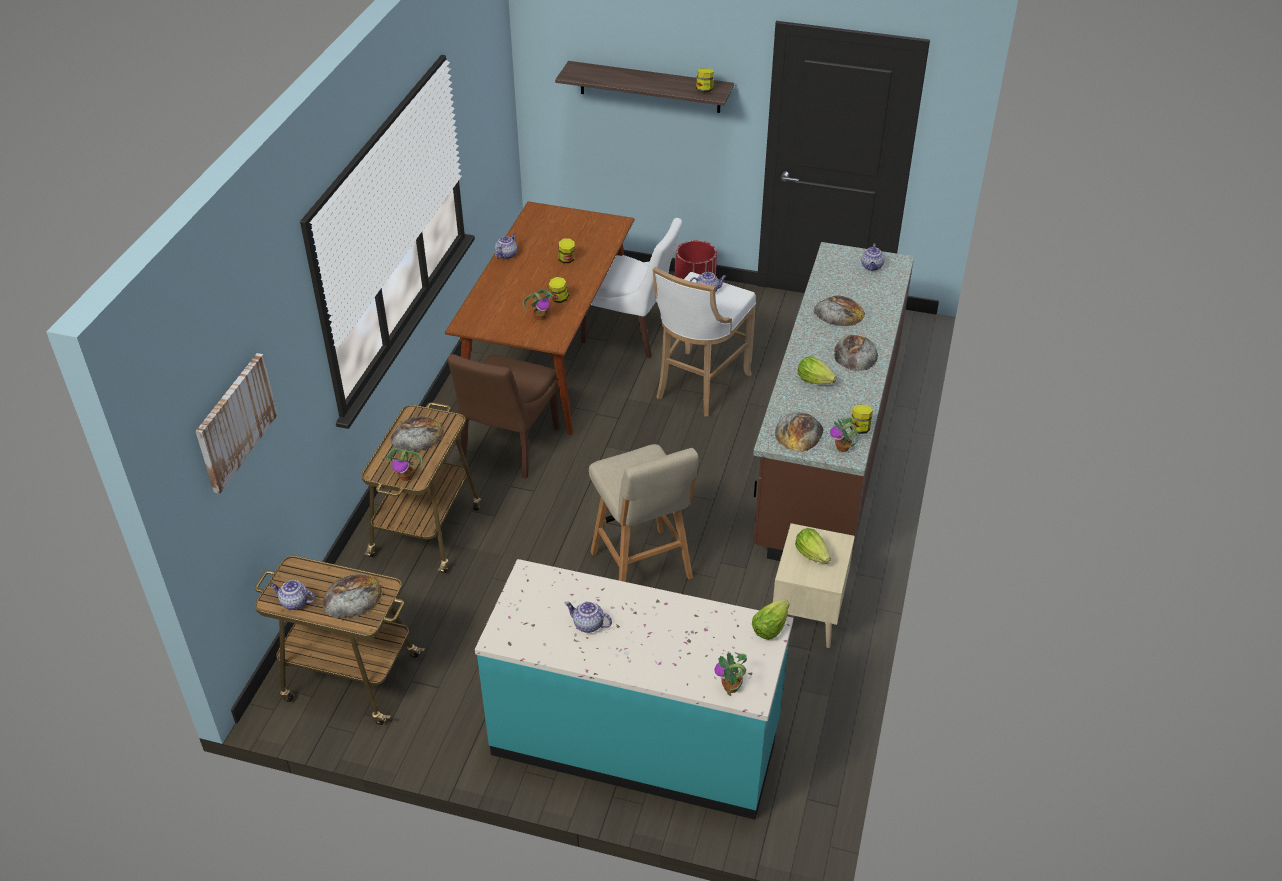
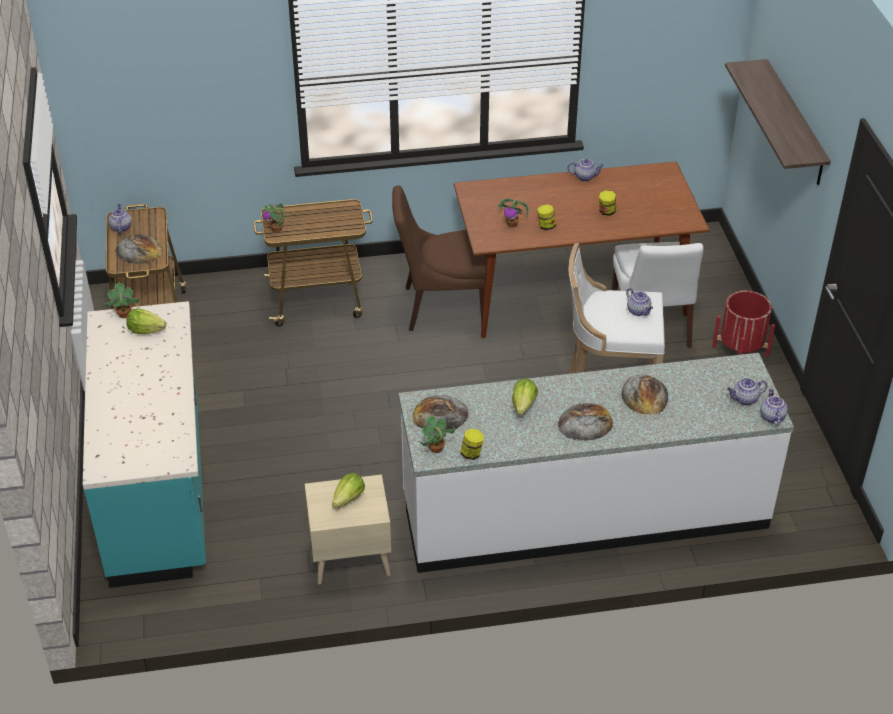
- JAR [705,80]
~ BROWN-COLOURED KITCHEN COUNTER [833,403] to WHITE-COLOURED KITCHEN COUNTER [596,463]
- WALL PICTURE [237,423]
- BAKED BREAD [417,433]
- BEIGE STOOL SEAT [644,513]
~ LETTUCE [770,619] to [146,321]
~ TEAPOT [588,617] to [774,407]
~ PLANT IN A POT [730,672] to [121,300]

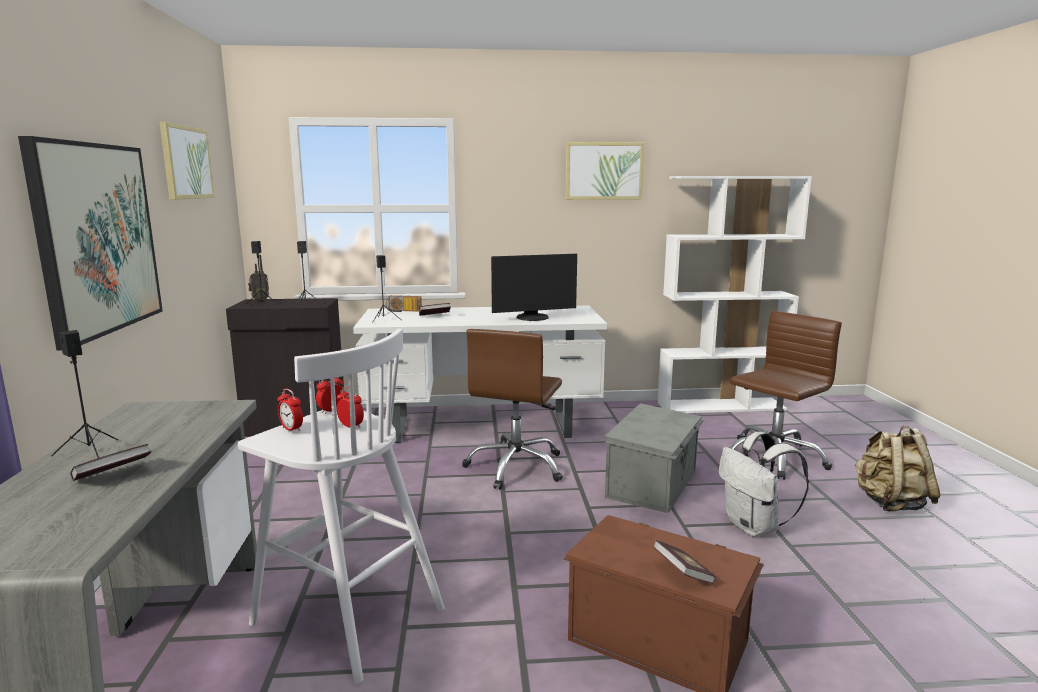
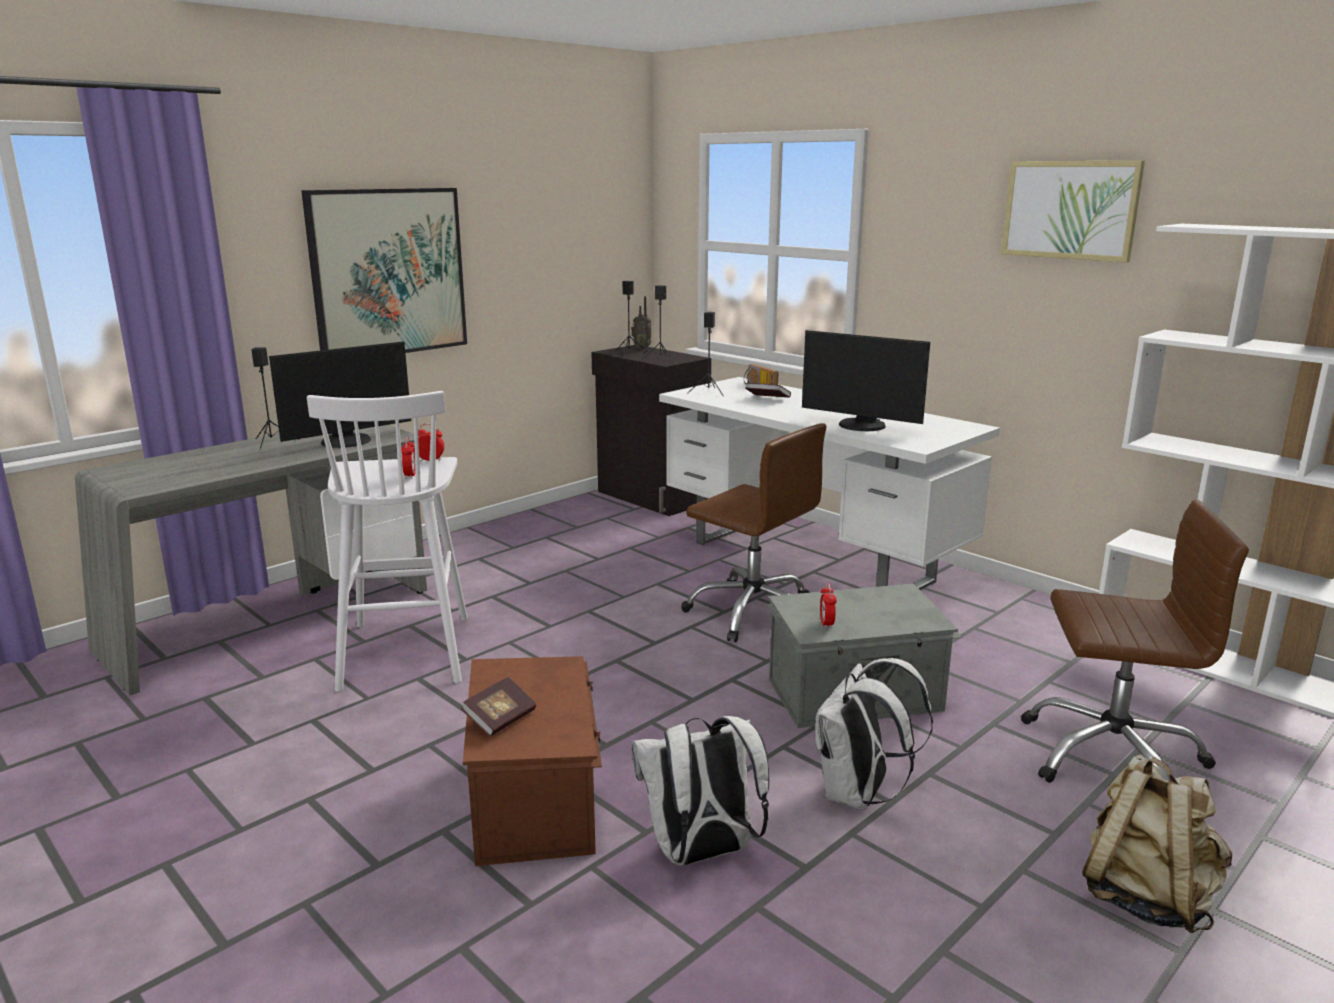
- WALL PICTURE [187,161]
~ BROWN-COLOURED DESK CHAIR [512,409] = [753,532] 120 degrees counterclockwise
~ ALARM CLOCK [290,411] to [828,606]
- VOLUME [111,462]
+ COMPUTER DISPLAY [340,394]
+ WHITE-COLOURED KNAPSACK [700,791]

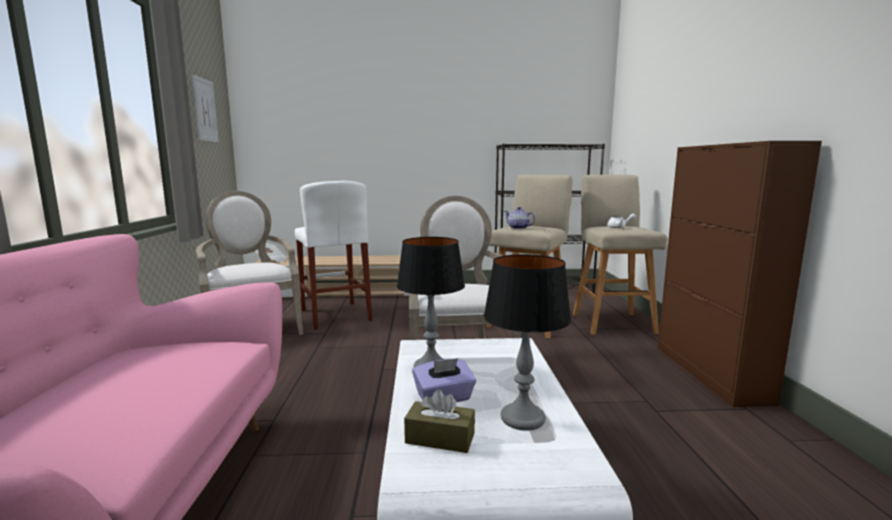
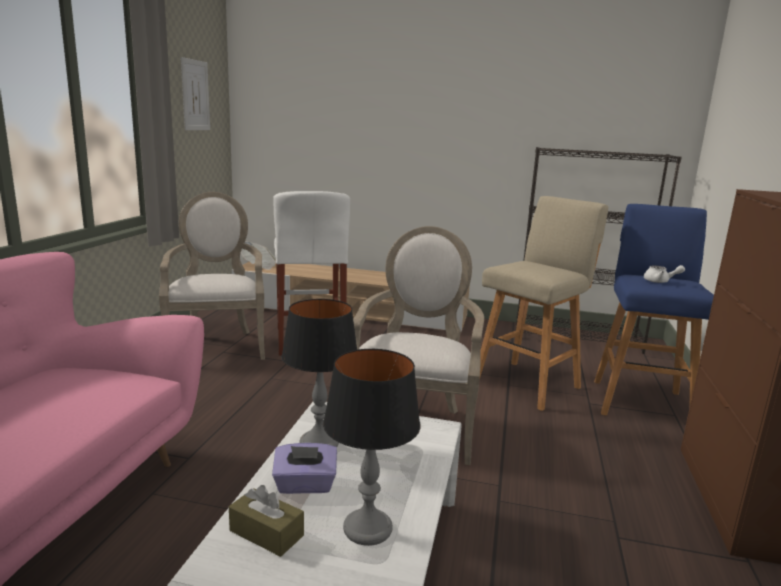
~ BEIGE STOOL SEAT [620,255] to BLUE-COLOURED STOOL SEAT [654,310]
- TEAPOT [519,218]

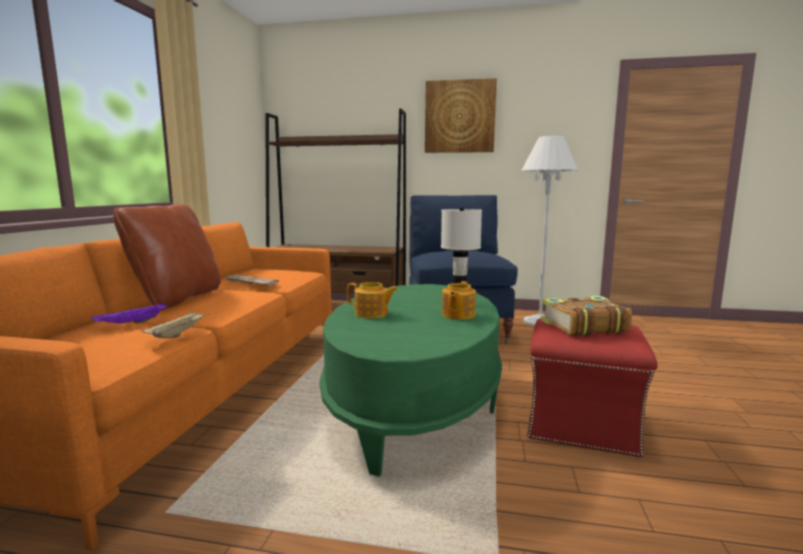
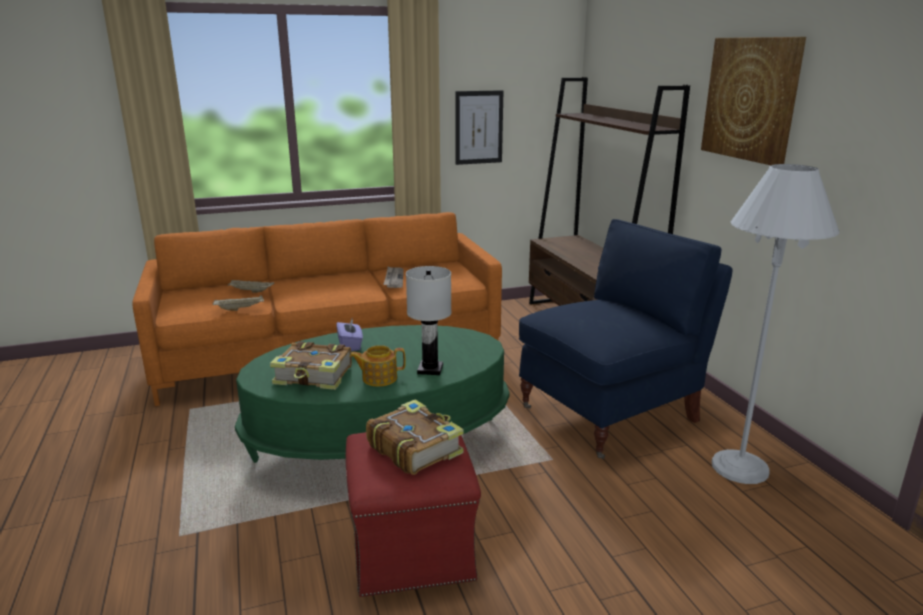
- BROWN-COLOURED THROW PILLOW [167,257]
~ TEAPOT [372,300] to PURPLE-COLOURED TISSUE BOX [349,335]
~ PURPLE-COLOURED SERVING TRAY [129,313] to BEIGE SERVING TRAY [251,286]
+ WALL PICTURE [479,127]
+ VOLUME [311,365]

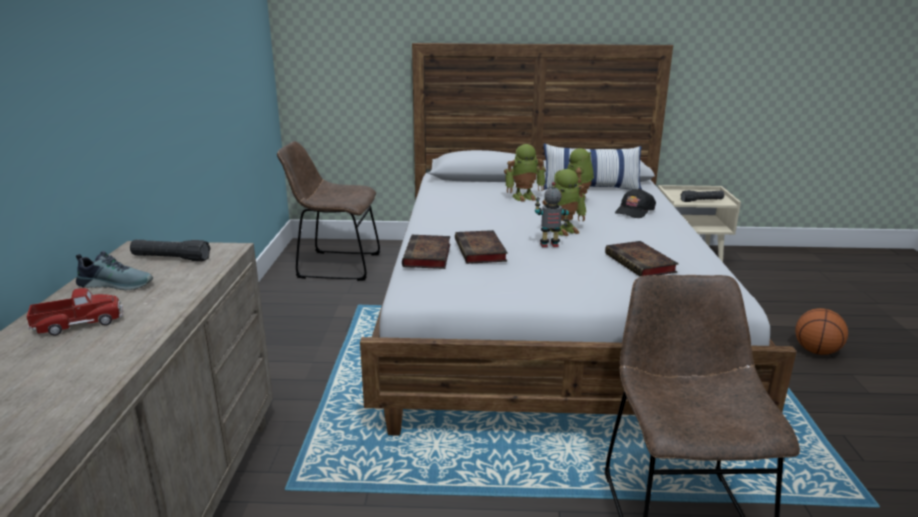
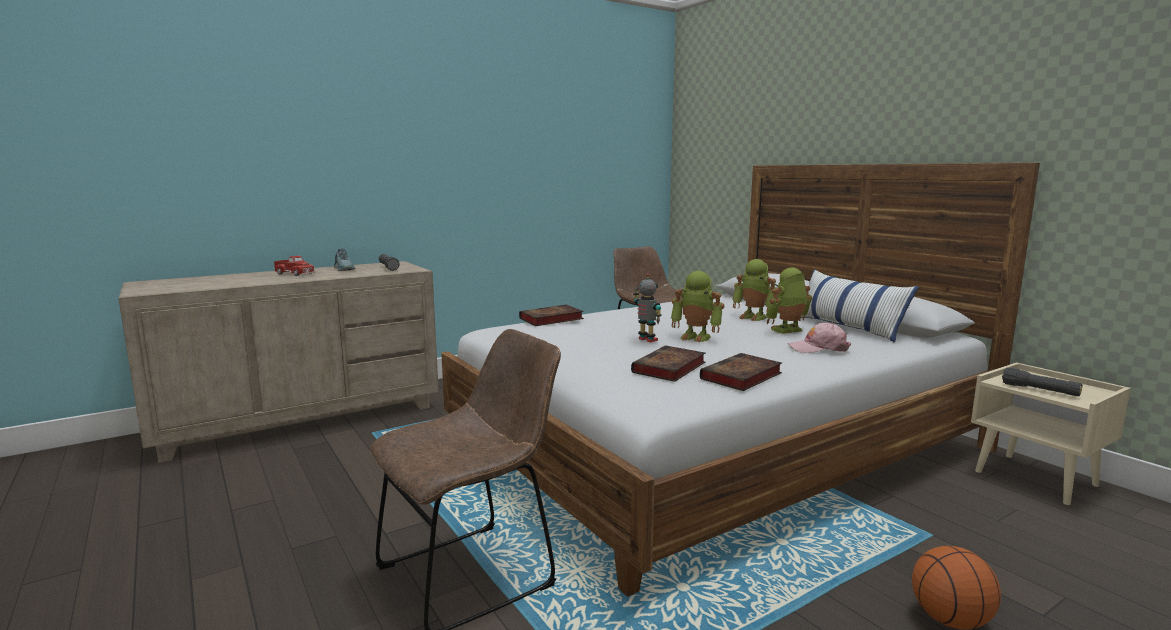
~ BLACK-COLOURED PEAKED CAP [635,203] to PINKISH PEAKED CAP [819,337]
~ VOLUME [481,247] to [741,372]

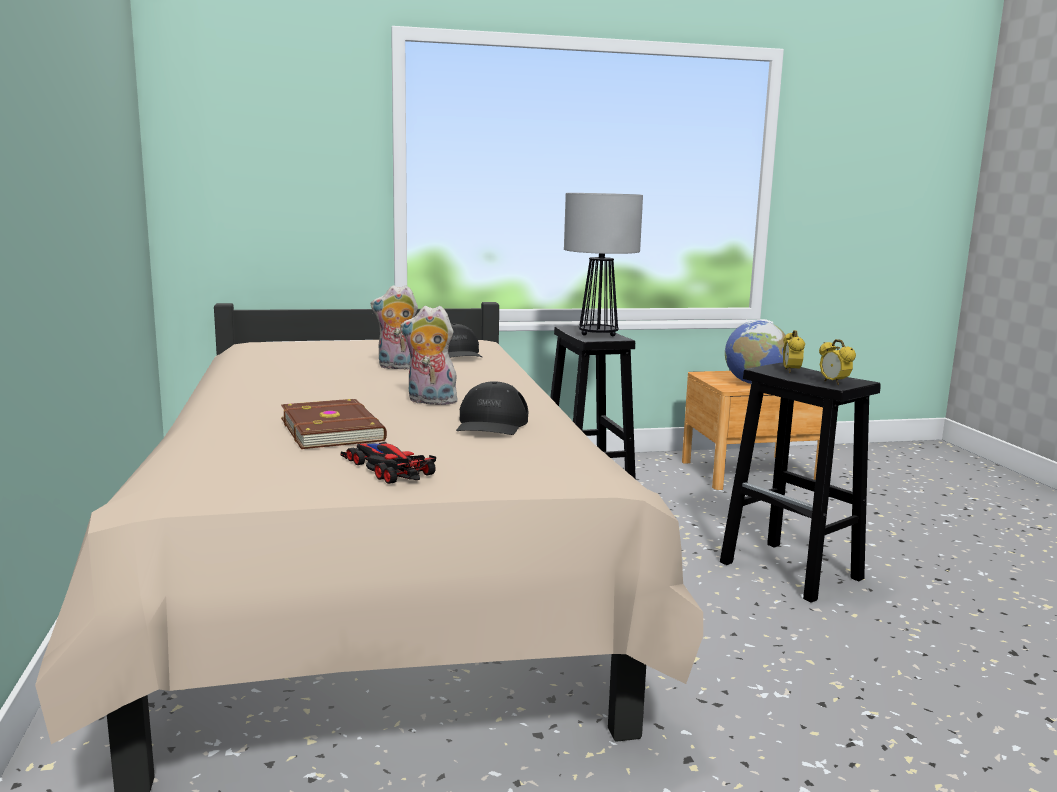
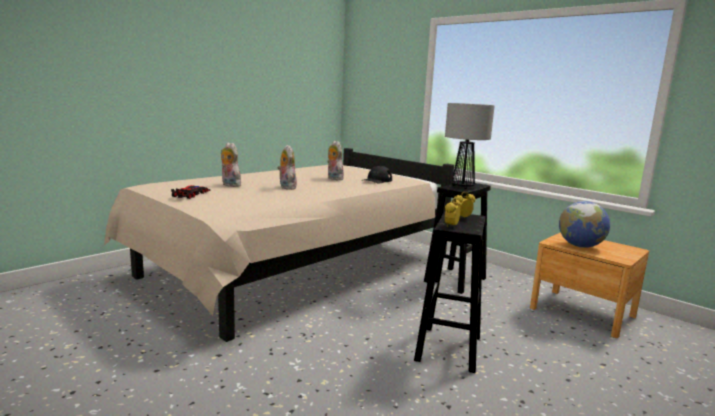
- BLACK-COLOURED PEAKED CAP [492,408]
~ BROWN-COLOURED VOLUME [334,424] to PLUSH TOY [231,164]

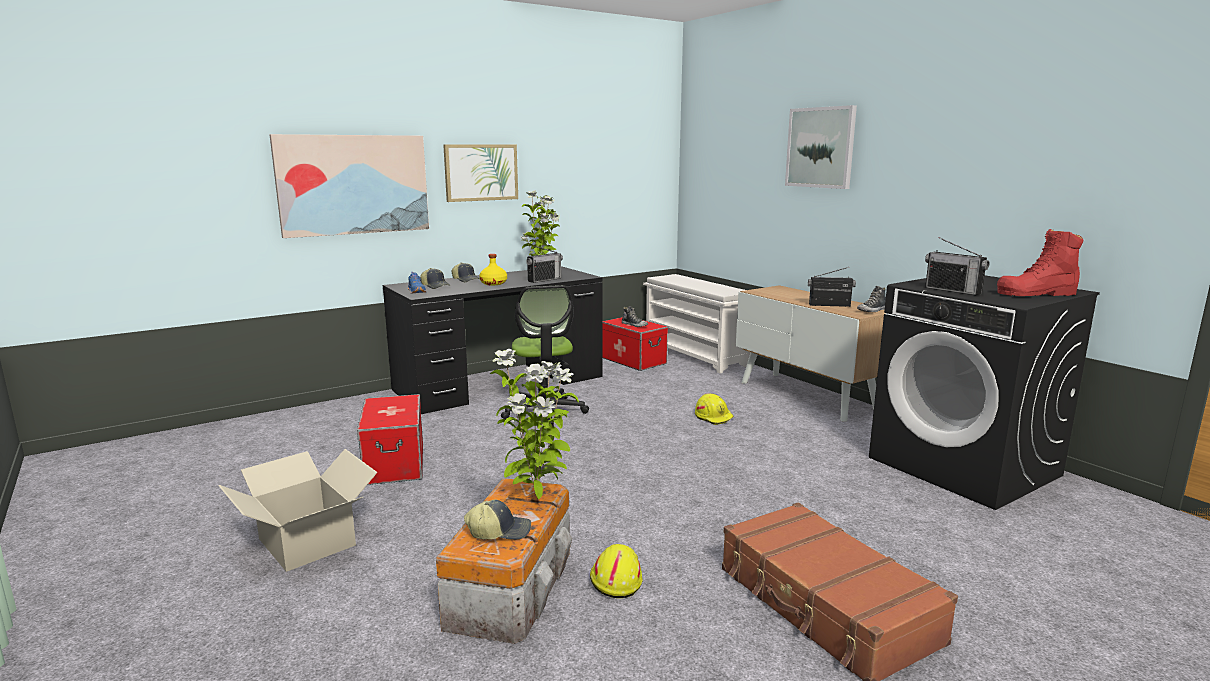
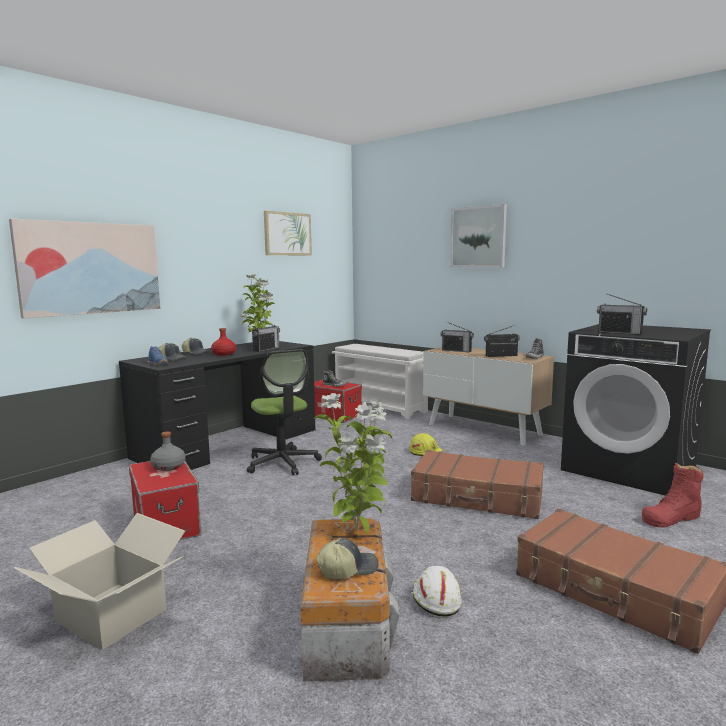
~ WALL PICTURE [480,173] to [288,233]
~ RED HIGH-TOP BOOT [1040,262] to [673,495]
~ YELLOW BOTTLE [493,269] to RED BOTTLE [223,342]
~ YELLOW HARD HAT [616,571] to WHITE-COLOURED HARD HAT [436,591]
+ RADIO SET [457,337]
+ GRAY BOTTLE [168,451]
+ BROWN-COLOURED SUITCASE [477,484]

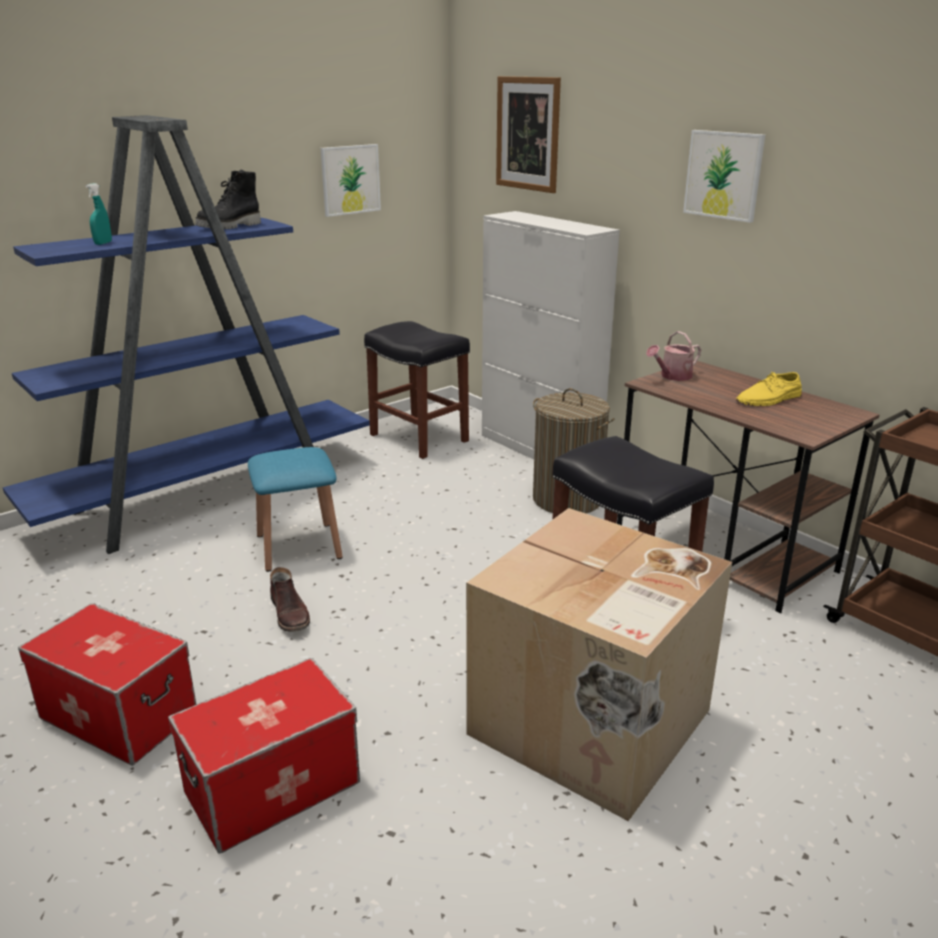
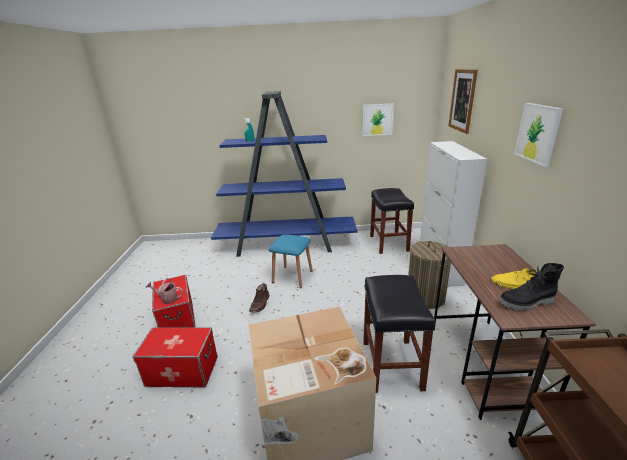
~ BLACK-COLOURED HIGH-TOP BOOT [228,199] to [531,287]
~ WATERING CAN [673,356] to [164,291]

